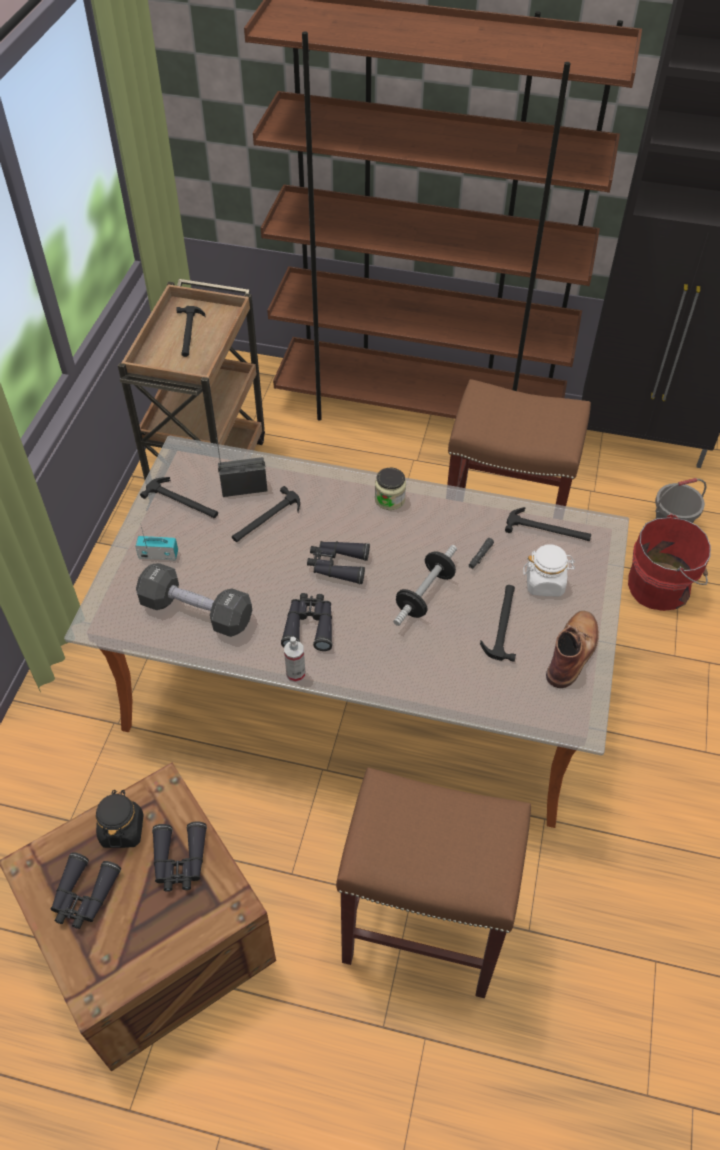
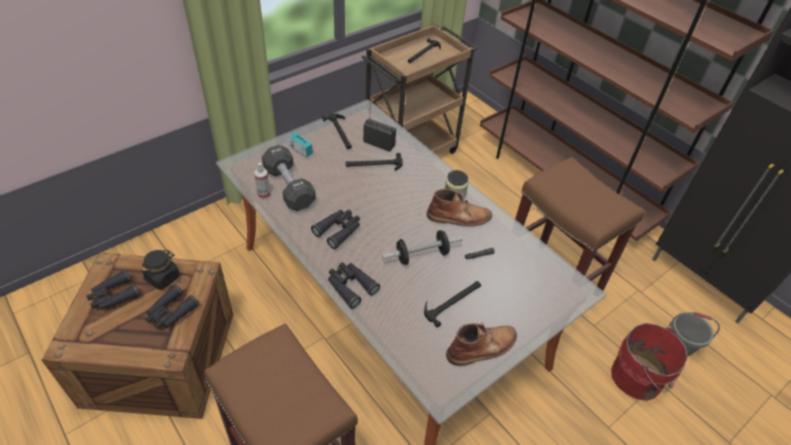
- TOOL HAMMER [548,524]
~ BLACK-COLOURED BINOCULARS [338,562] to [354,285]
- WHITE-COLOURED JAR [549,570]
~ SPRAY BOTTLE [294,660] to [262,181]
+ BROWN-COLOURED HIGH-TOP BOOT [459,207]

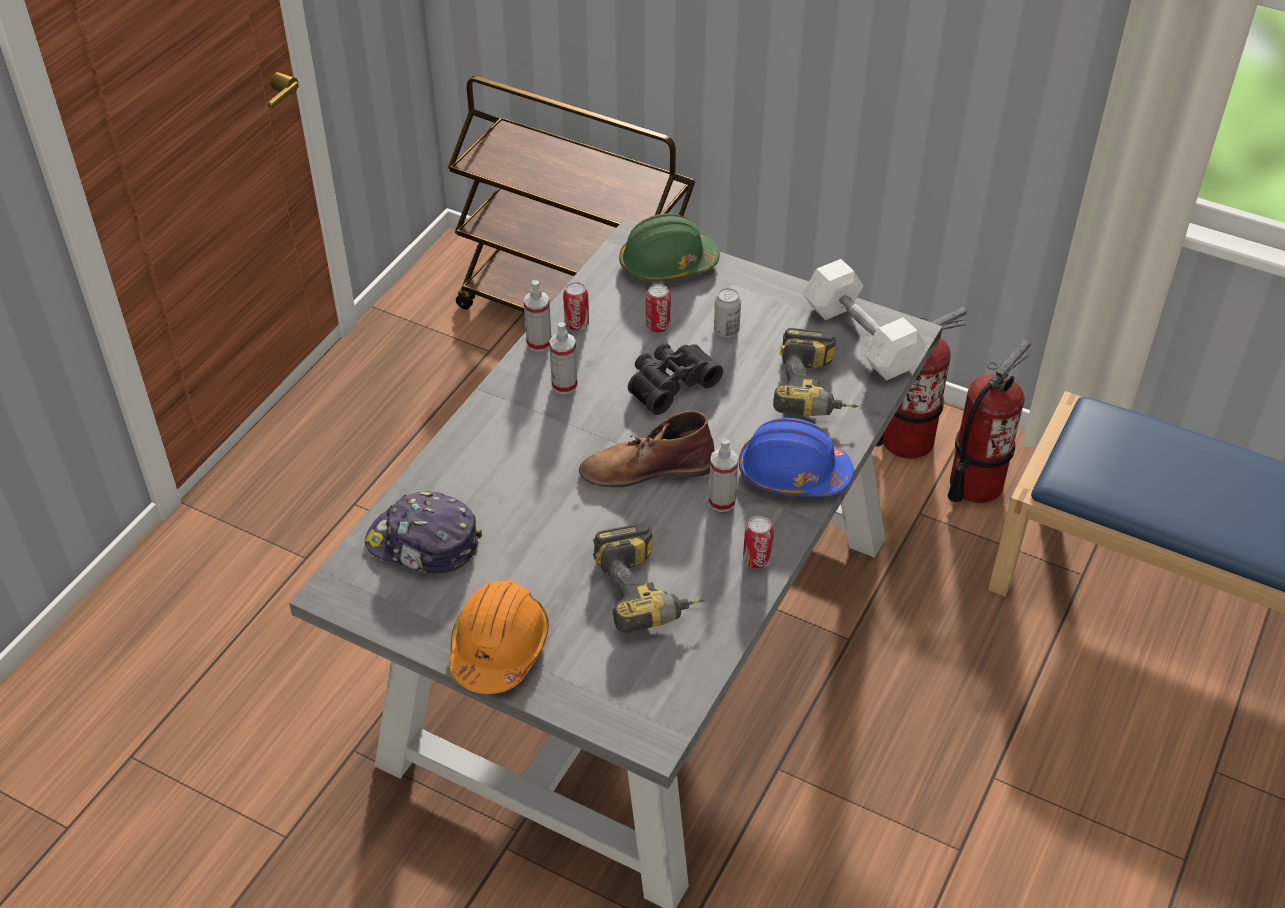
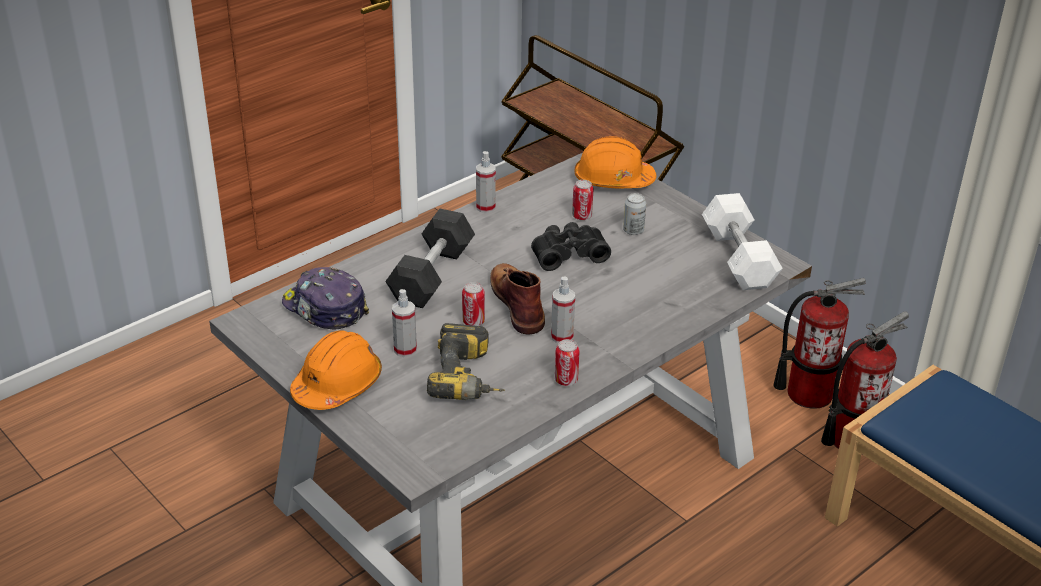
~ GREEN-COLOURED HARD HAT [669,247] to ORANGEY HARD HAT [616,162]
~ SEALED CAN [576,306] to [473,304]
~ SPRAY BOTTLE [563,358] to [404,323]
- ELECTRIC DRILL [815,372]
~ BROWN-COLOURED HIGH-TOP BOOT [647,449] = [517,298] 60 degrees clockwise
- BLUE-COLOURED HARD HAT [796,457]
+ GRAY FREE WEIGHT [430,258]

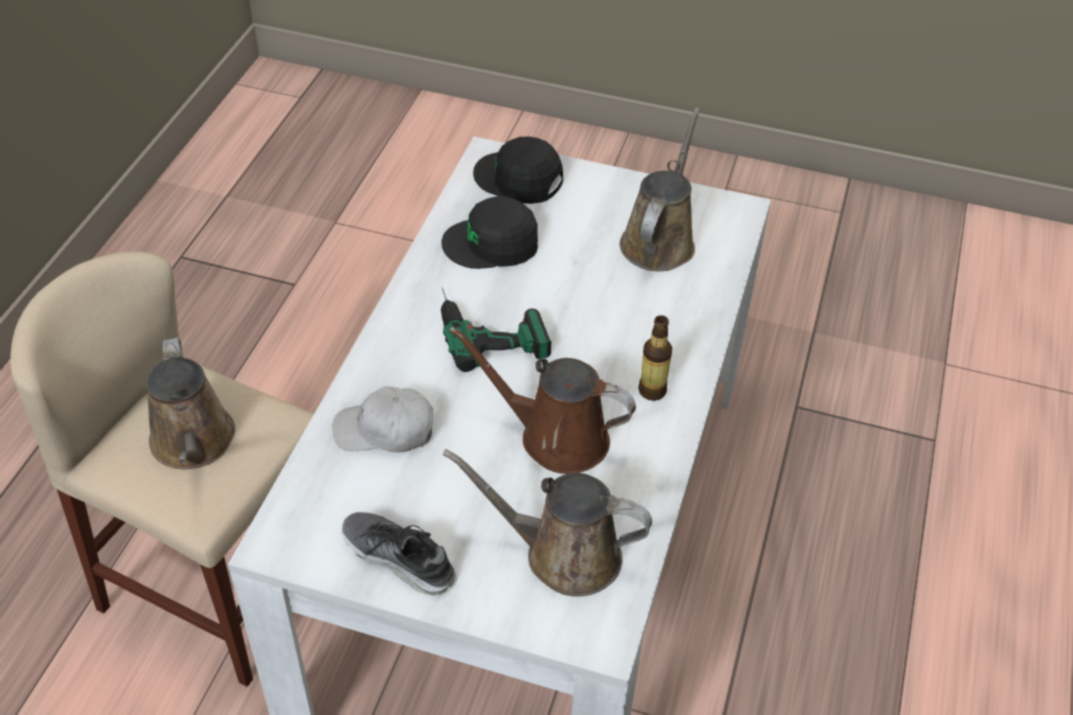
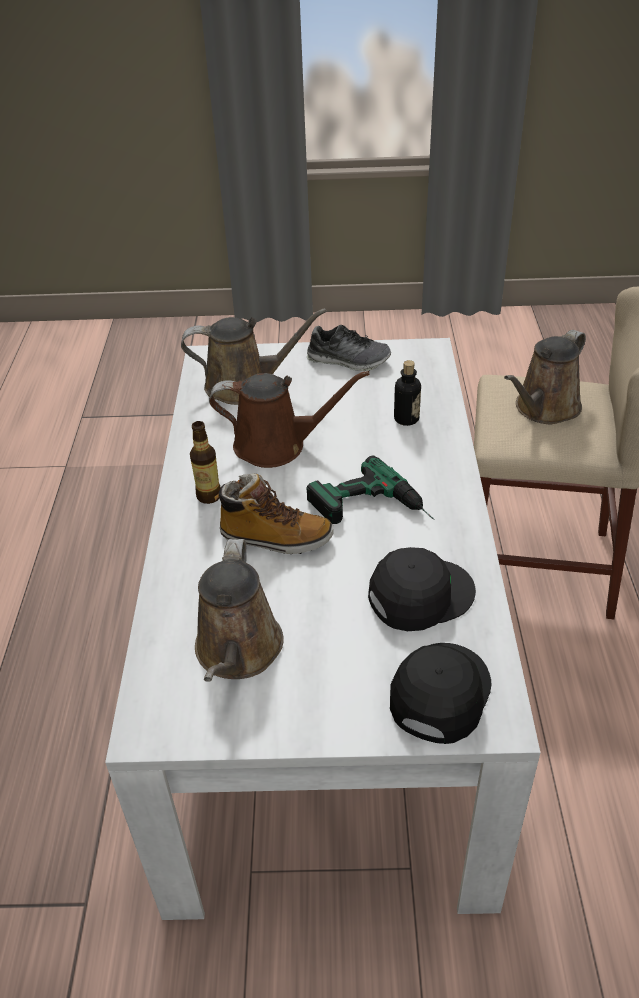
~ BLACK-COLOURED PEAKED CAP [518,170] = [440,693] 75 degrees counterclockwise
~ BROWN-COLOURED WATERING CAN [190,403] = [545,377] 105 degrees counterclockwise
~ WHITE-COLOURED PEAKED CAP [382,419] to BOTTLE [407,393]
+ HIGH-TOP BOOT [274,513]

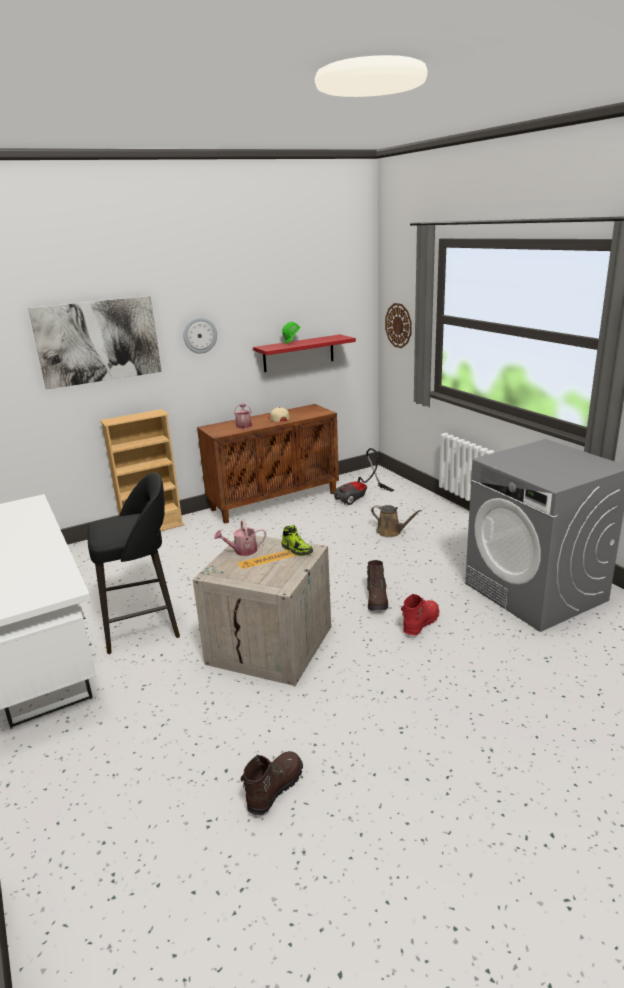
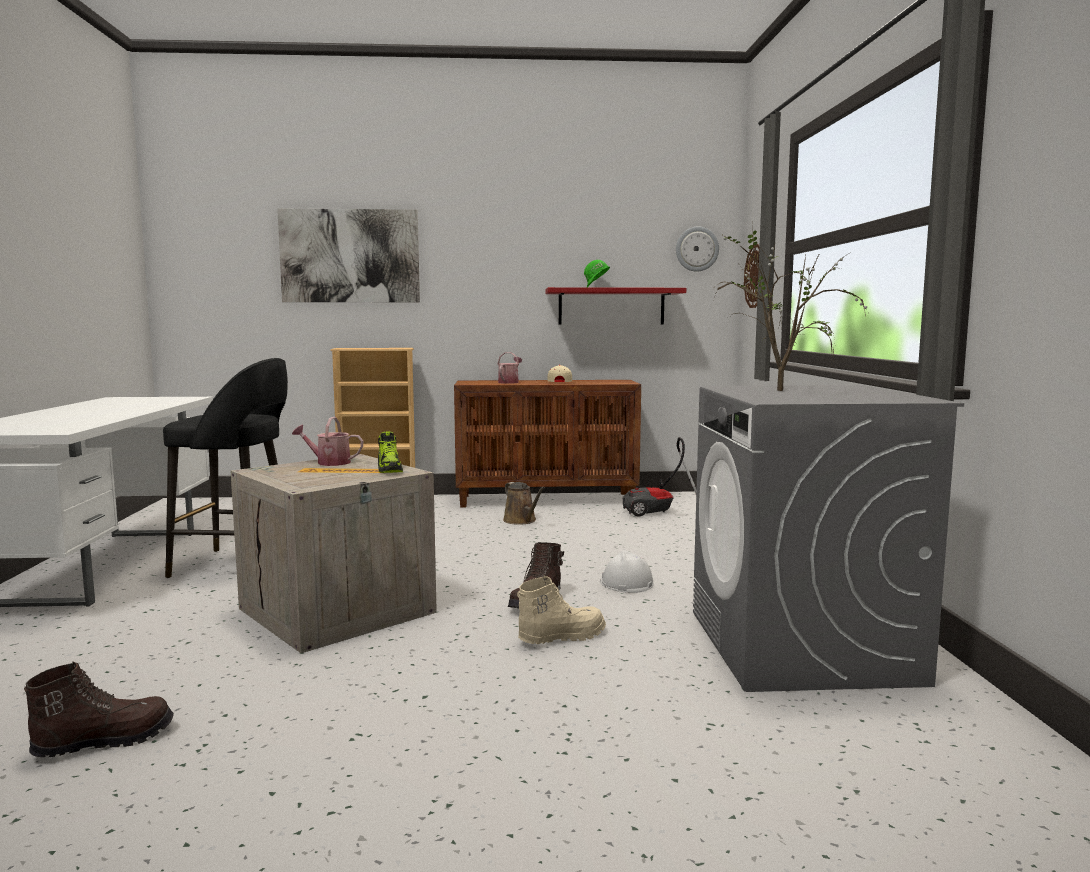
~ CLOCK ON THE WALL [200,335] to [697,249]
~ BROWN-COLOURED WATERING CAN [396,521] to [524,503]
~ RED HIGH-TOP BOOT [420,615] to BEIGE HIGH-TOP BOOT [561,610]
+ PLANT IN A POT [790,307]
+ WHITE-COLOURED HARD HAT [627,571]

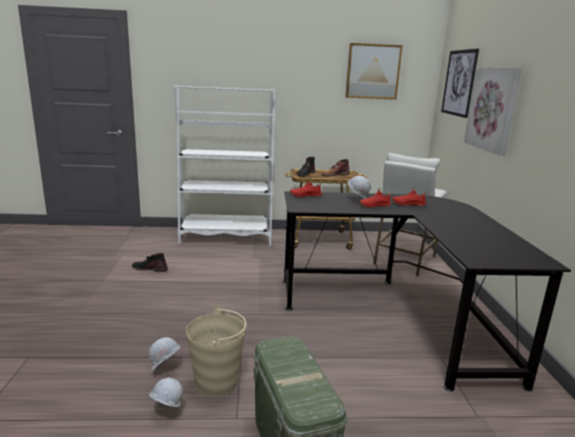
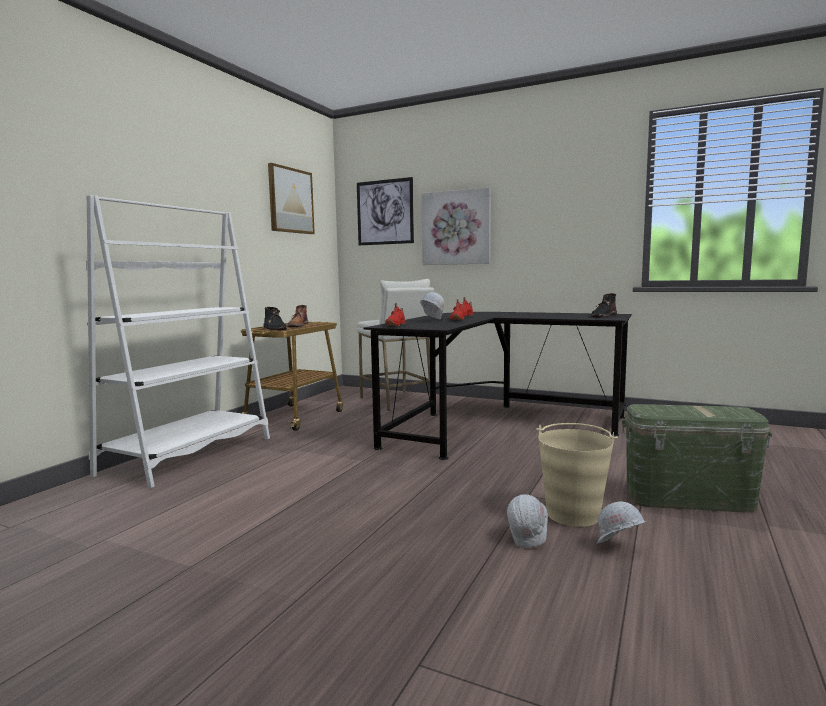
~ BLACK-COLOURED HIGH-TOP BOOT [150,262] to [604,305]

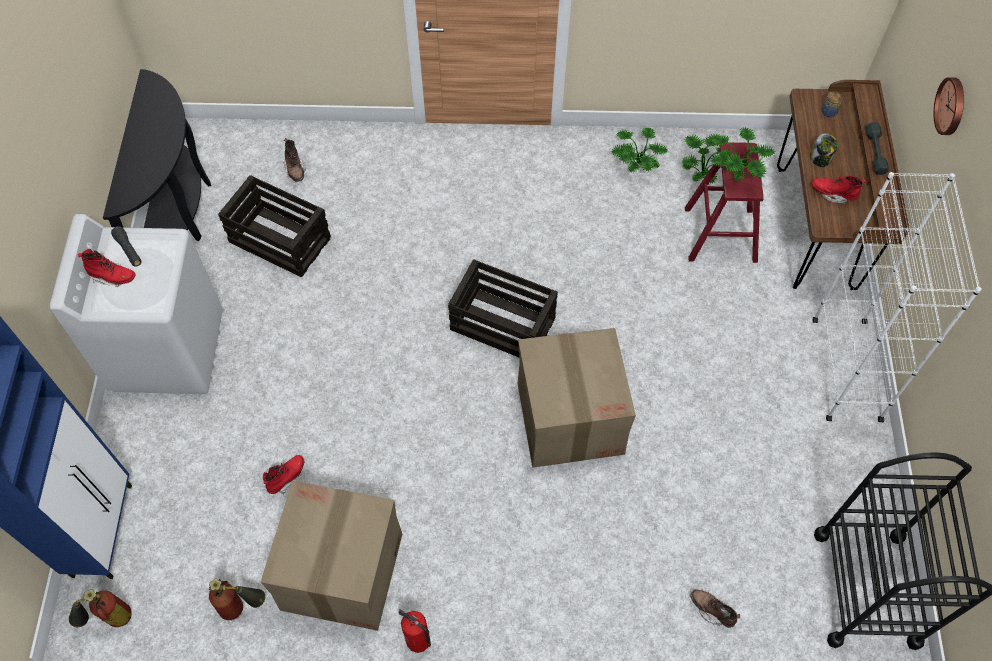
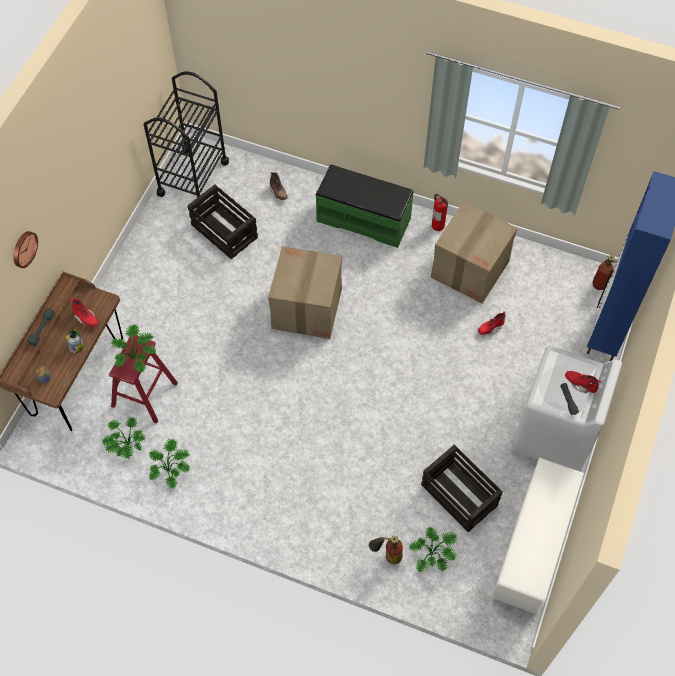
~ BLACK-COLOURED HALL TABLE [157,155] to WHITE-COLOURED SHOE STAND [537,535]
~ BROWN-COLOURED HIGH-TOP BOOT [294,160] to PLANT IN A POT [433,550]
- WHITE-COLOURED BOOKCASE [897,297]
~ PACKING CRATE [503,308] to [223,221]
~ EXTINGUISHER [237,599] to [386,549]
+ GREEN-COLOURED INDOOR BENCH [364,206]

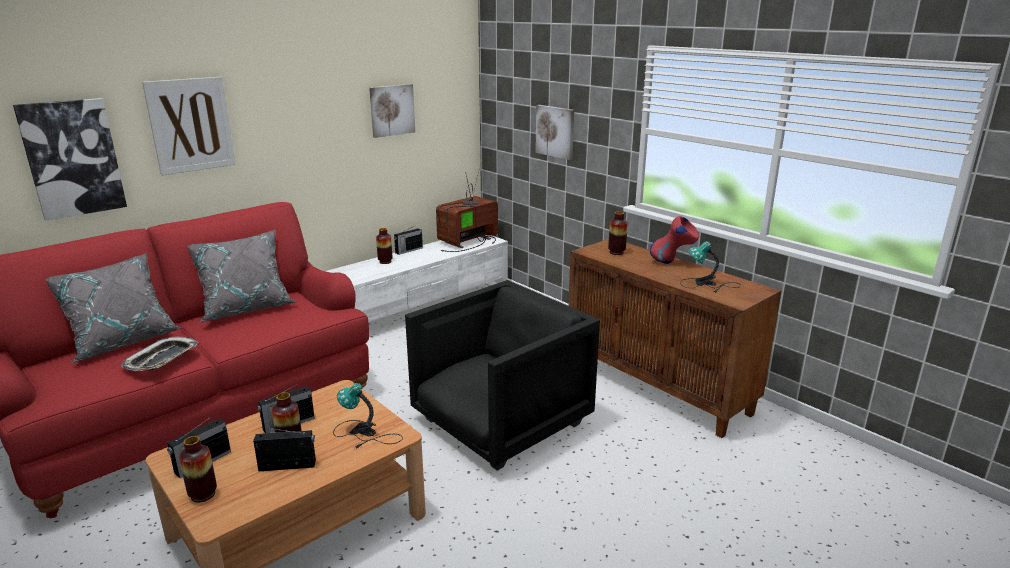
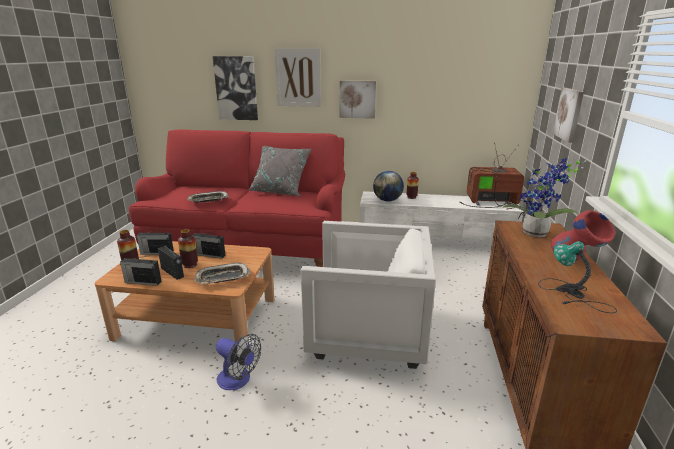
~ WALL PICTURE [392,111] to [358,100]
~ VASE [618,233] to PLANT IN A POT [544,197]
~ RADIO SET [408,240] to [141,271]
- GRAY THROW PILLOW [114,308]
~ BLACK-COLOURED LOUNGE CHAIR [502,375] to WHITE-COLOURED LOUNGE CHAIR [368,295]
~ TABLETOP LAMP [368,416] to SERVING TRAY [222,273]
+ WORLD GLOBE [388,186]
+ FAN [238,362]

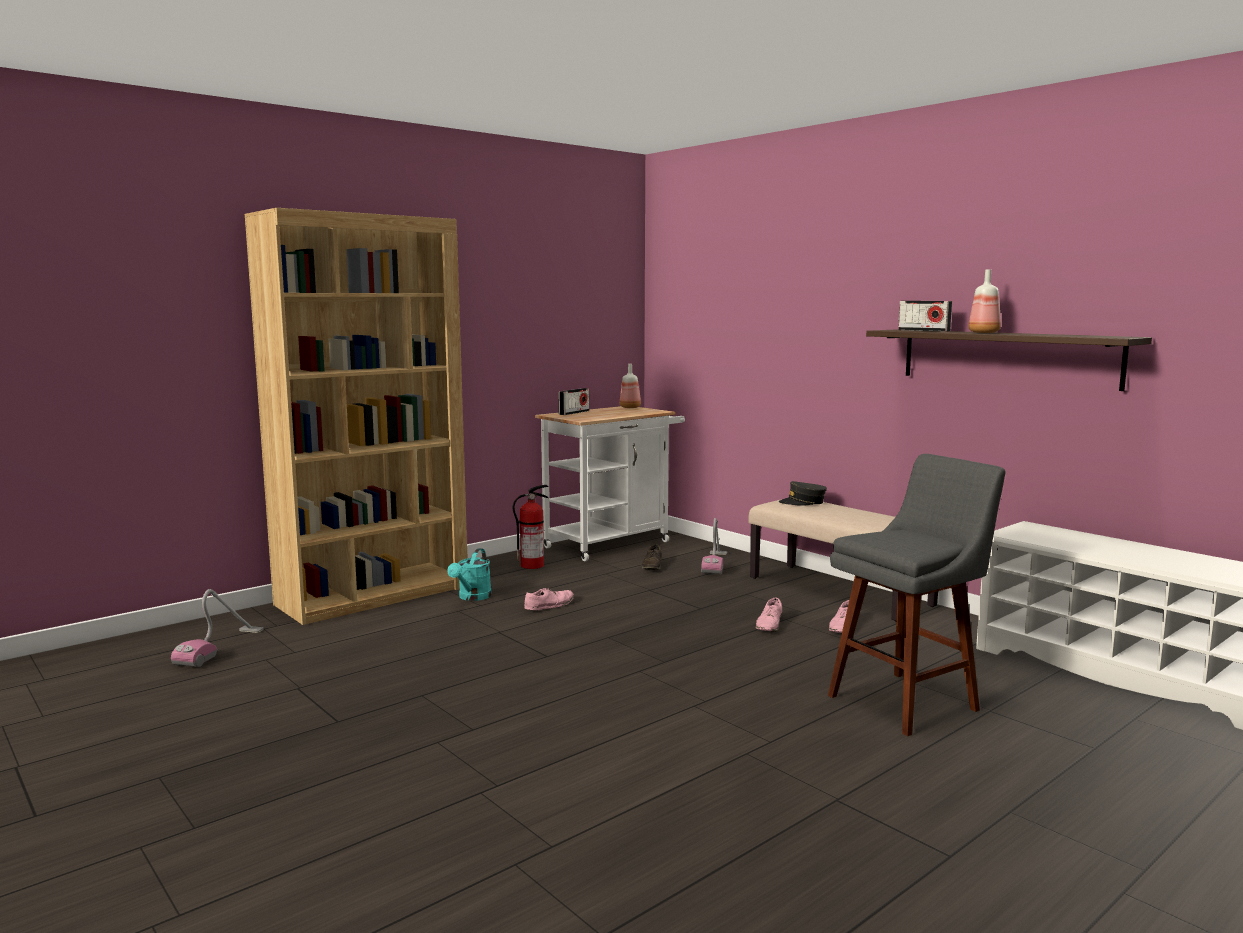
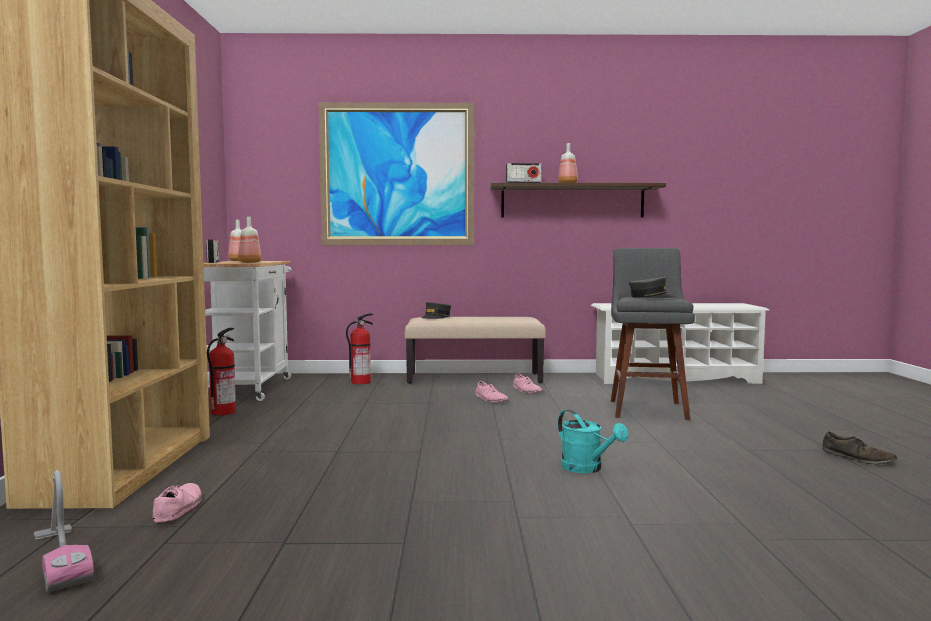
~ HOOVER [714,546] to EXTINGUISHER [360,348]
~ BROWN-COLOURED ITEM OF FOOTWEAR [652,557] to [859,447]
~ BLUE-GREEN WATERING CAN [469,574] to [593,441]
~ PINKISH ITEM OF FOOTWEAR [549,599] to [177,502]
+ WALL PICTURE [396,173]
+ BOTTLE [249,240]
+ GRAY PEAKED CAP [653,287]

